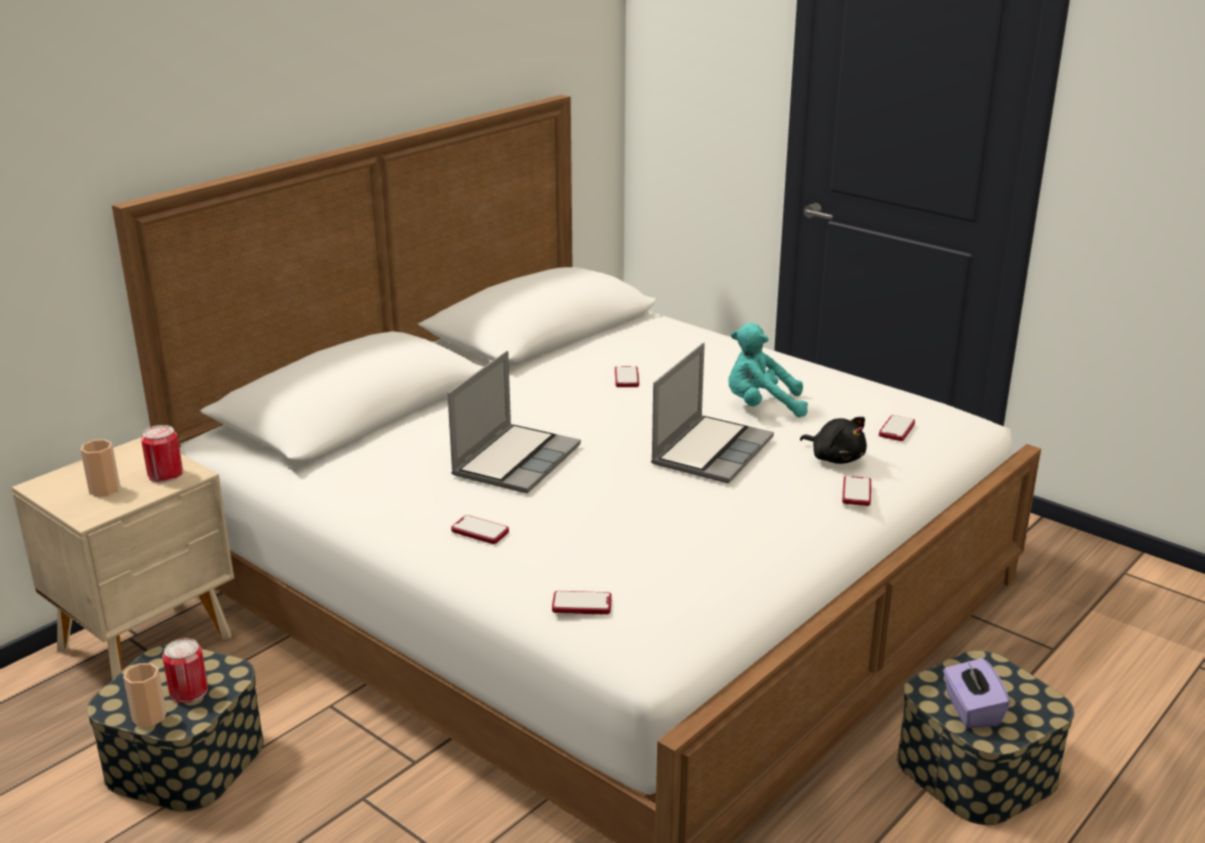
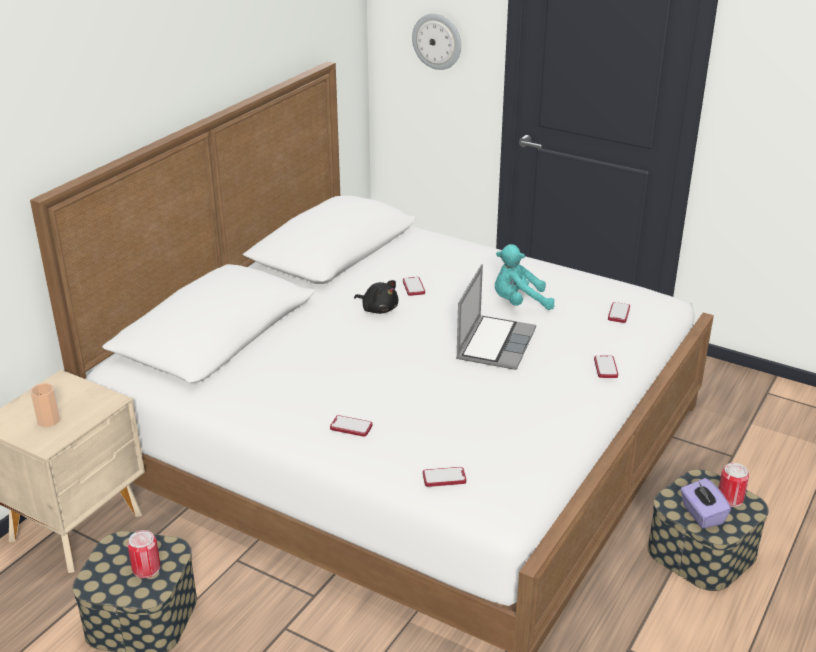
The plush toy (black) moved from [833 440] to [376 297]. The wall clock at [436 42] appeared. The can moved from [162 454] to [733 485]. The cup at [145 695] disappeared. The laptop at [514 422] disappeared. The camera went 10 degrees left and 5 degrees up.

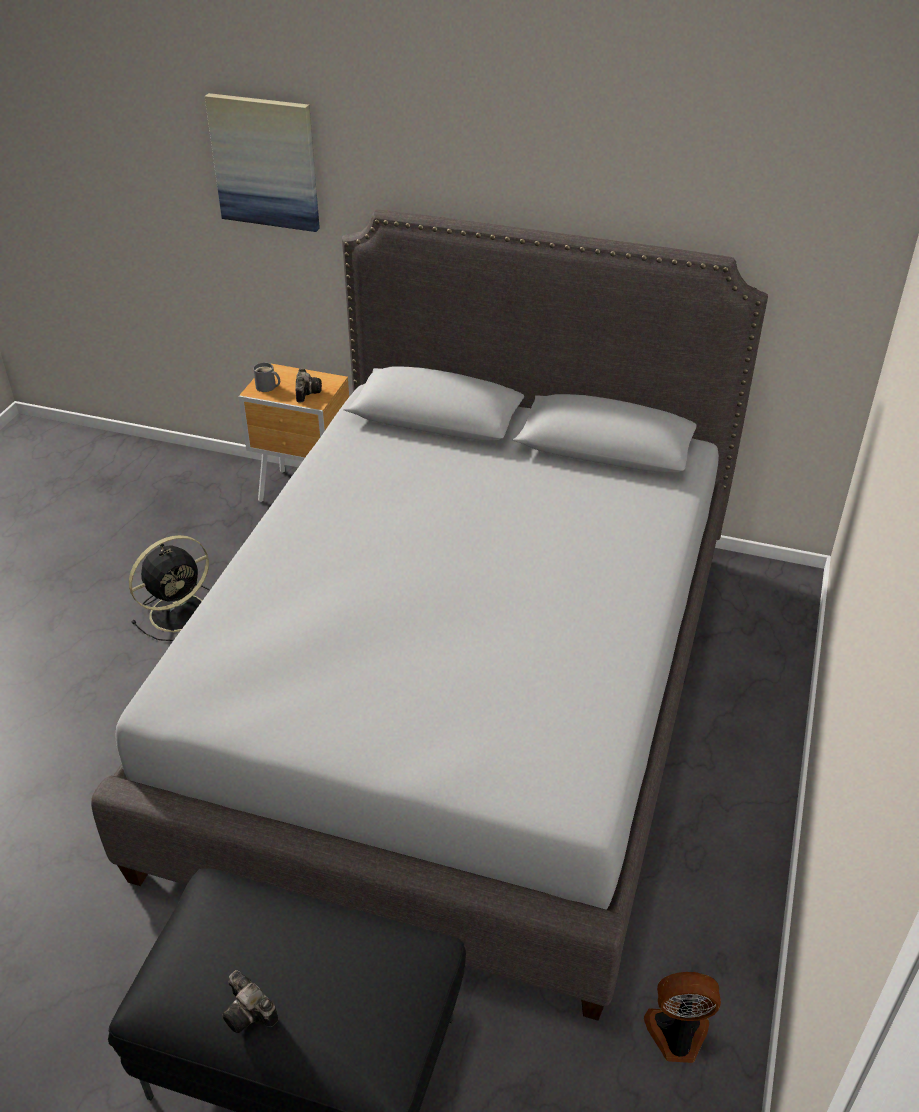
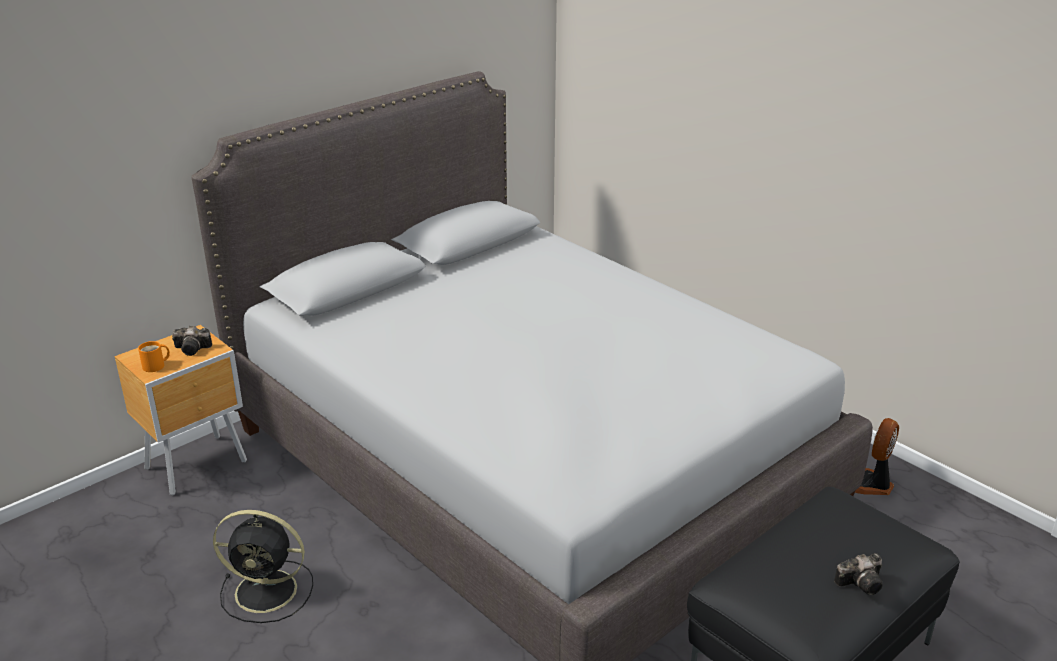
The mug (grey) at [266 377] became the mug (orange) at [154 356]. The photo camera at [308 385] turned 150 degrees clockwise. The fan (black) at [169 588] turned 105 degrees clockwise. The picture at [262 162] disappeared. The camera went 60 degrees left and 10 degrees down.

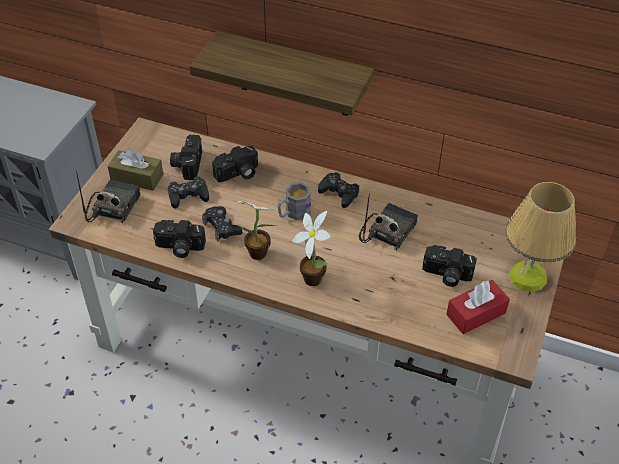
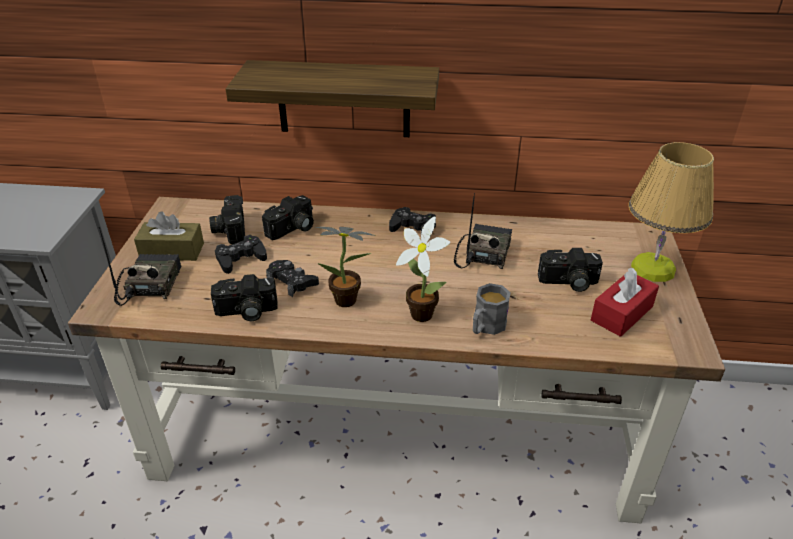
The mug (grey) moved from [294 201] to [492 309]. The camera went 15 degrees left and 10 degrees down.

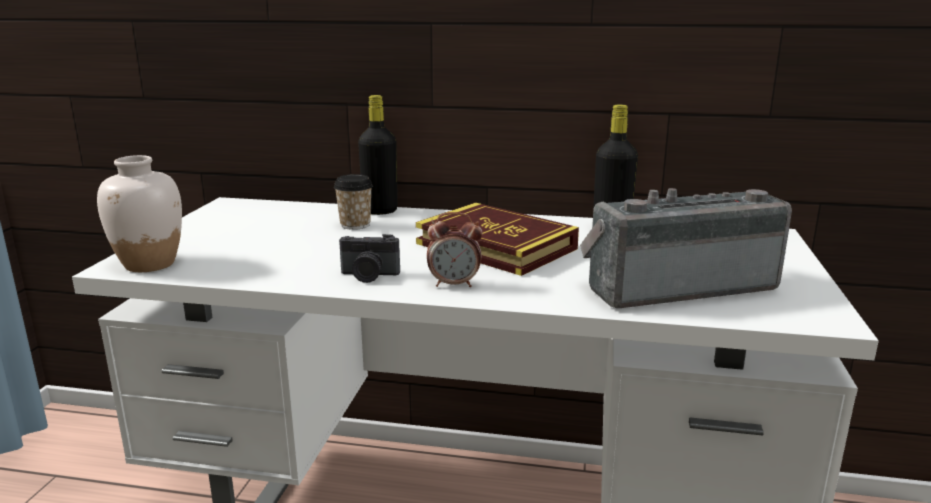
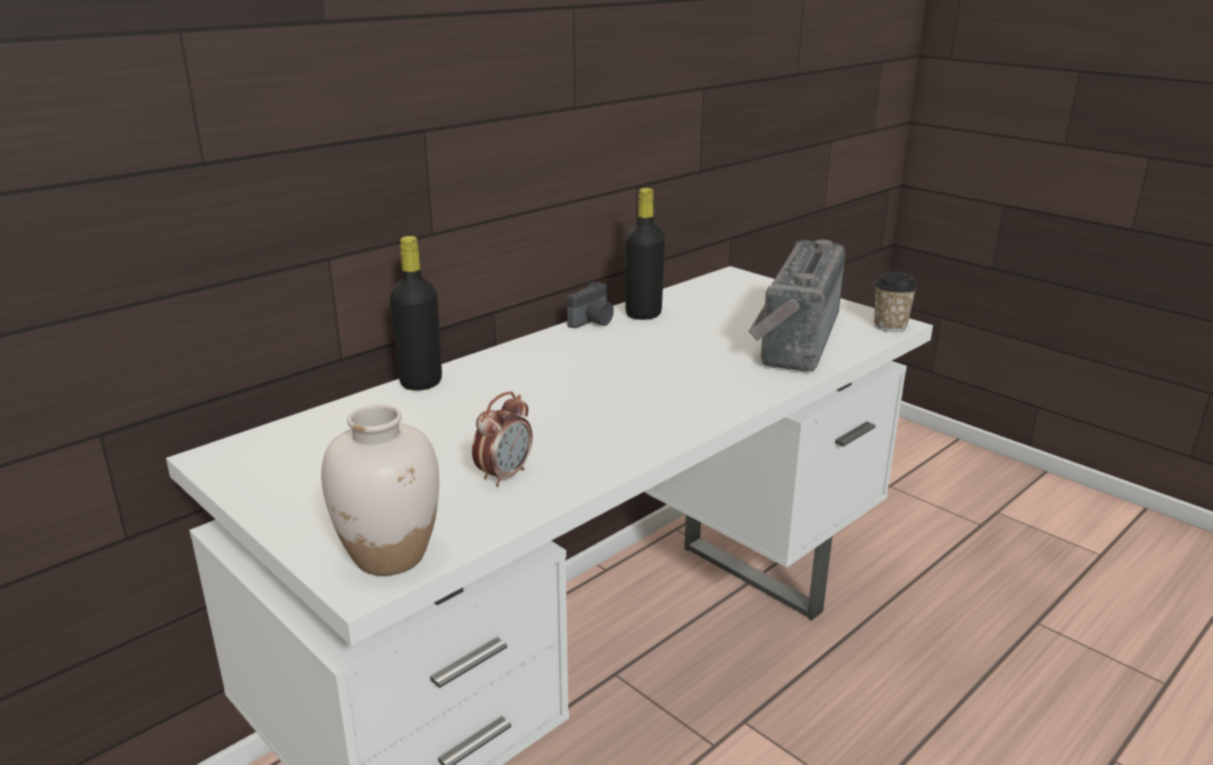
The alarm clock moved from [455 249] to [502 439]. The photo camera moved from [369 258] to [590 305]. The cup moved from [353 202] to [896 302]. The book at [497 239] disappeared. The camera went 55 degrees left and 5 degrees up.

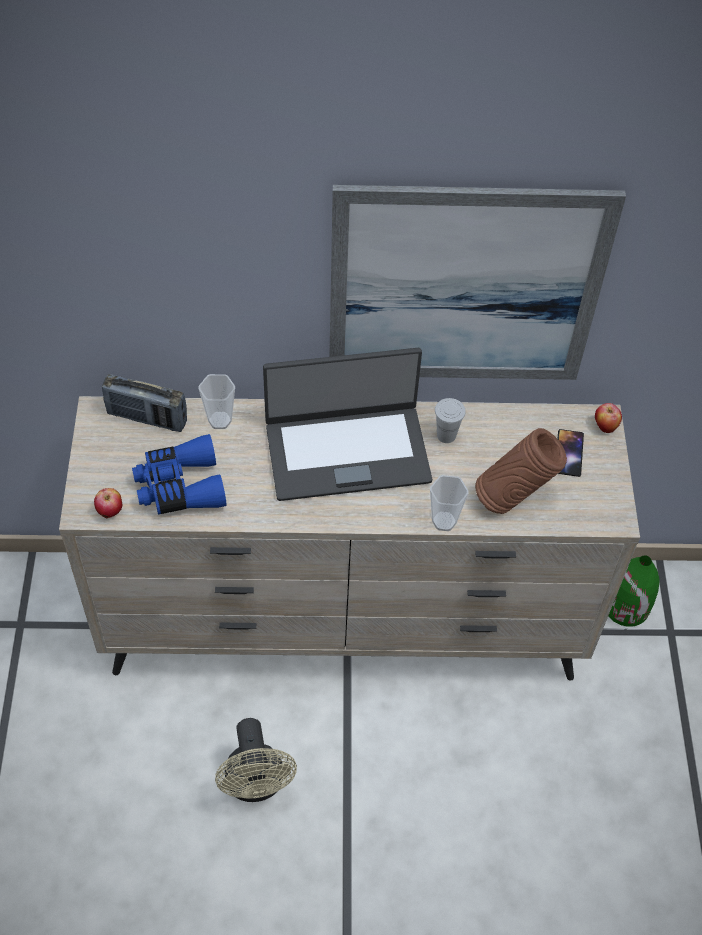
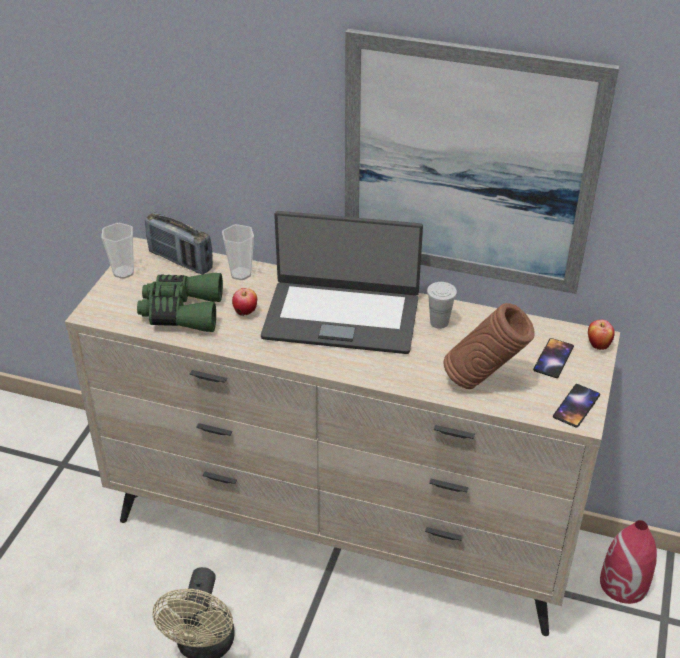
The cup moved from [449 503] to [117 251]. The binoculars (blue) at [179 474] became the binoculars (green) at [180 302]. The apple moved from [108 503] to [244 302]. The phone at [576 406] appeared. The vase (green) at [633 591] became the vase (red) at [628 562]. The camera went 20 degrees right and 15 degrees down.

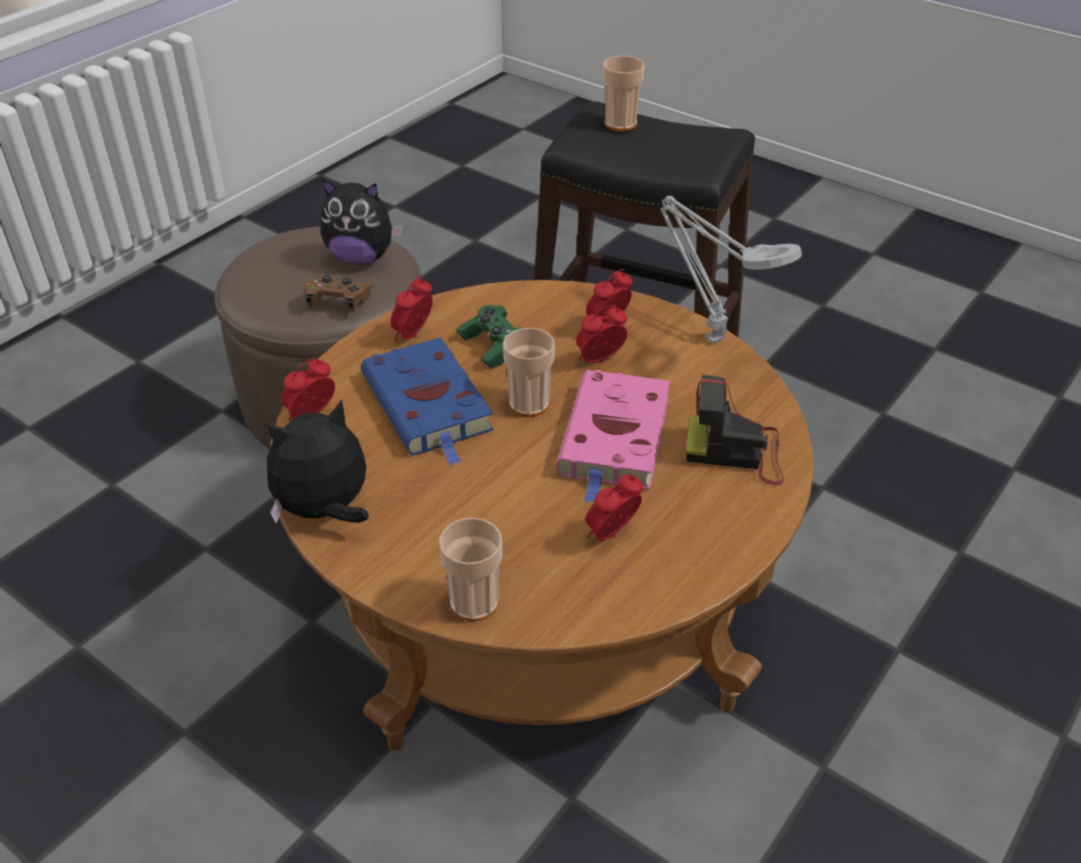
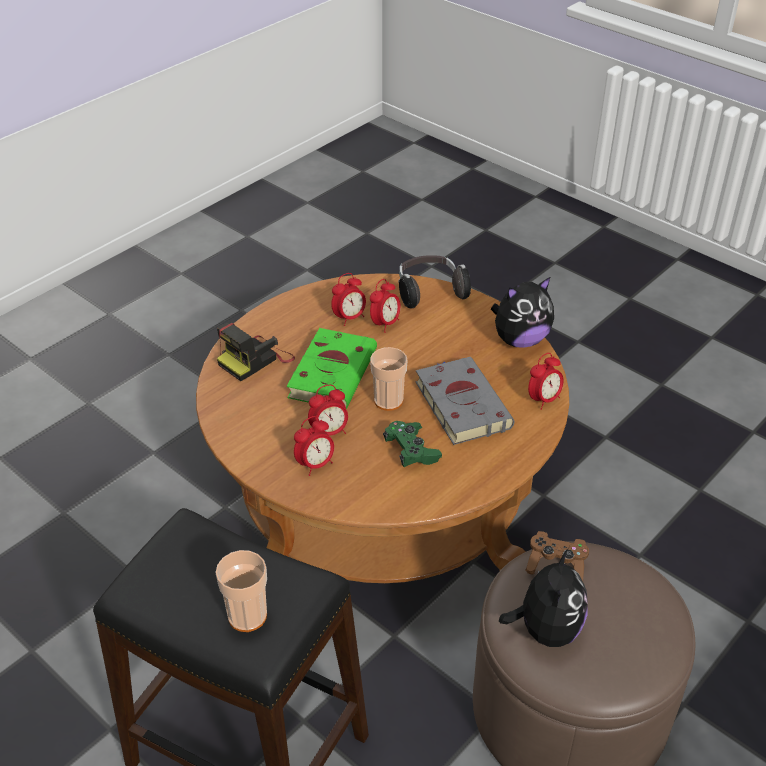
The photo camera at [735 430] turned 120 degrees clockwise. The book (pink) at [613 436] became the book (green) at [332 368]. The alarm clock moved from [411 308] to [385 306]. The cup at [470 569] was replaced by the headphones at [434 281]. The book (blue) at [427 401] became the book (grey) at [464 401]. The plush toy at [361 221] turned 90 degrees clockwise. The table lamp (grey) at [731 269] disappeared. The camera went 175 degrees left and 0 degrees up.

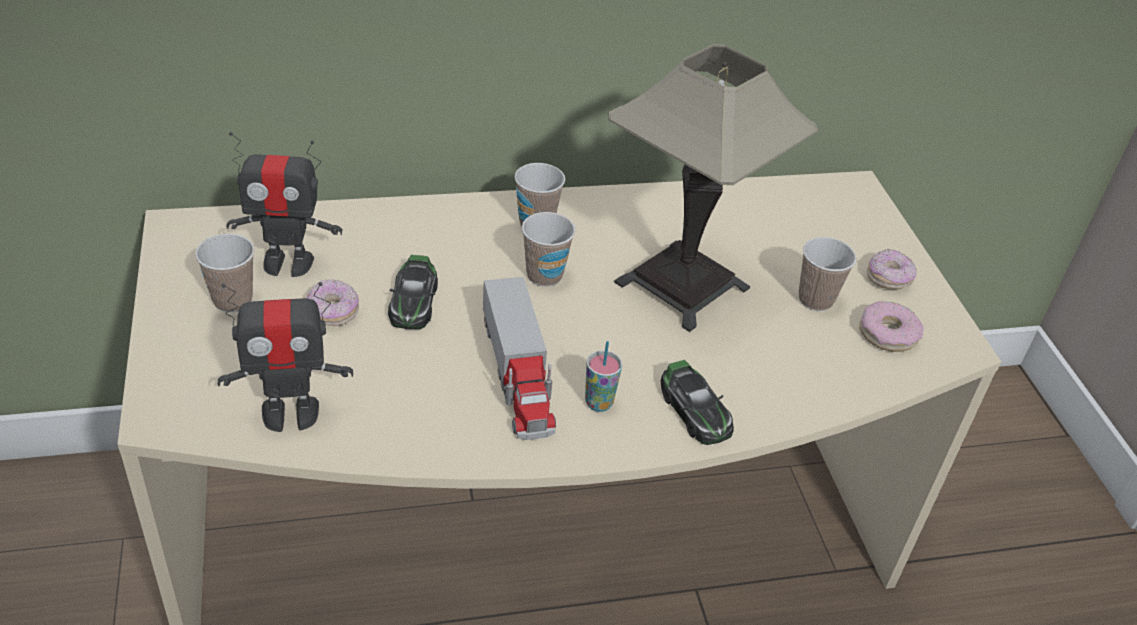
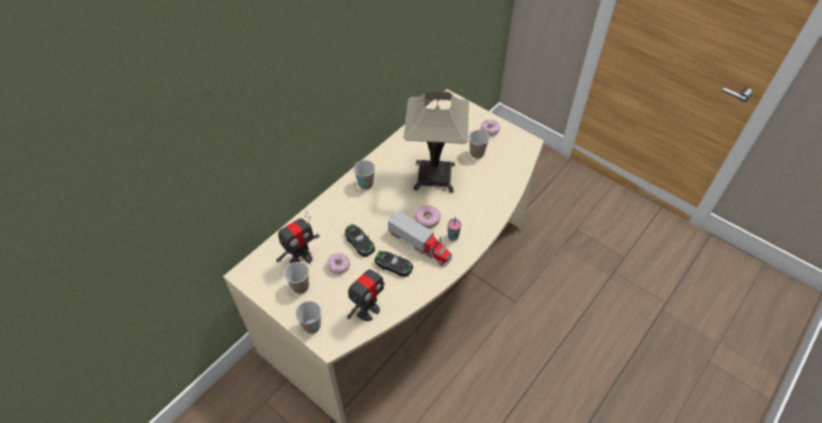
The cup moved from [548 249] to [308 317]. The toy car moved from [697 402] to [394 263]. The donut moved from [891 326] to [428 216]. The camera went 35 degrees left and 10 degrees up.

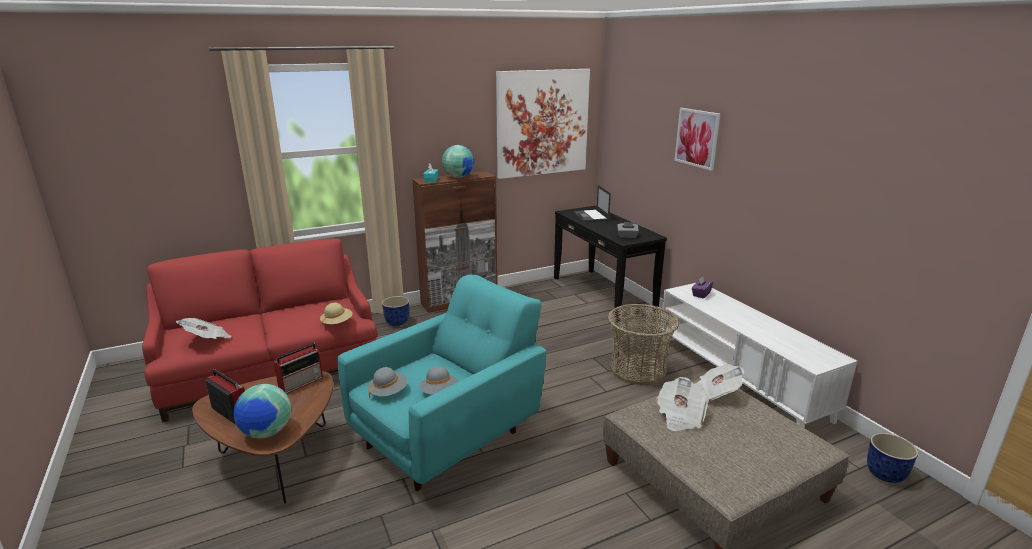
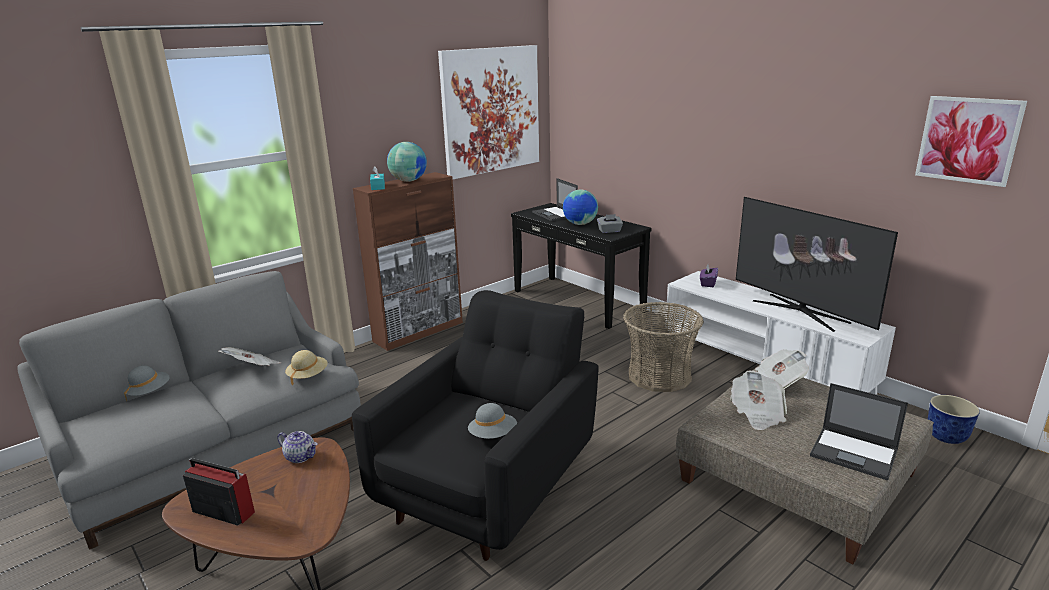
The sofa (red) at [260 330] became the sofa (grey) at [189 410]. The hat (grey) moved from [387 382] to [146 383]. The newspaper moved from [203 328] to [250 356]. The radio at [298 368] was replaced by the teapot at [297 447]. The armchair (turquoise) at [442 383] became the armchair (black) at [475 425]. The globe moved from [262 411] to [580 207]. The television at [817 264] appeared. The laptop at [859 432] appeared. The picture moved from [697 139] to [971 141]. The planter at [395 311] disappeared. The camera went 15 degrees left and 0 degrees up.

